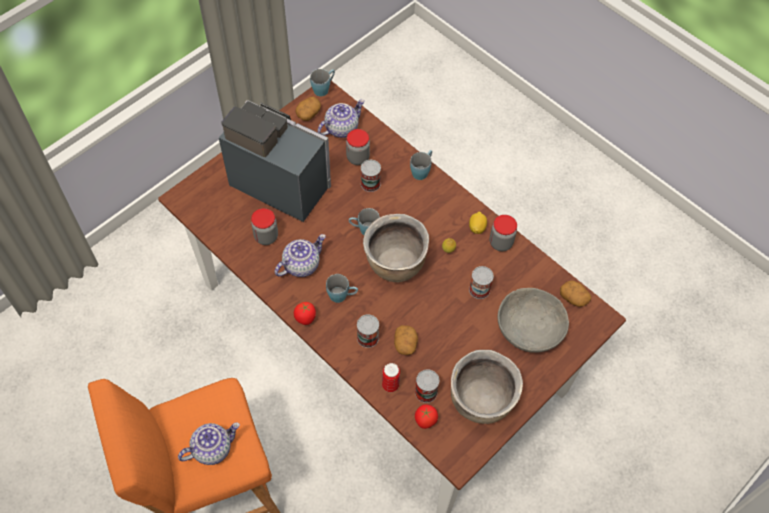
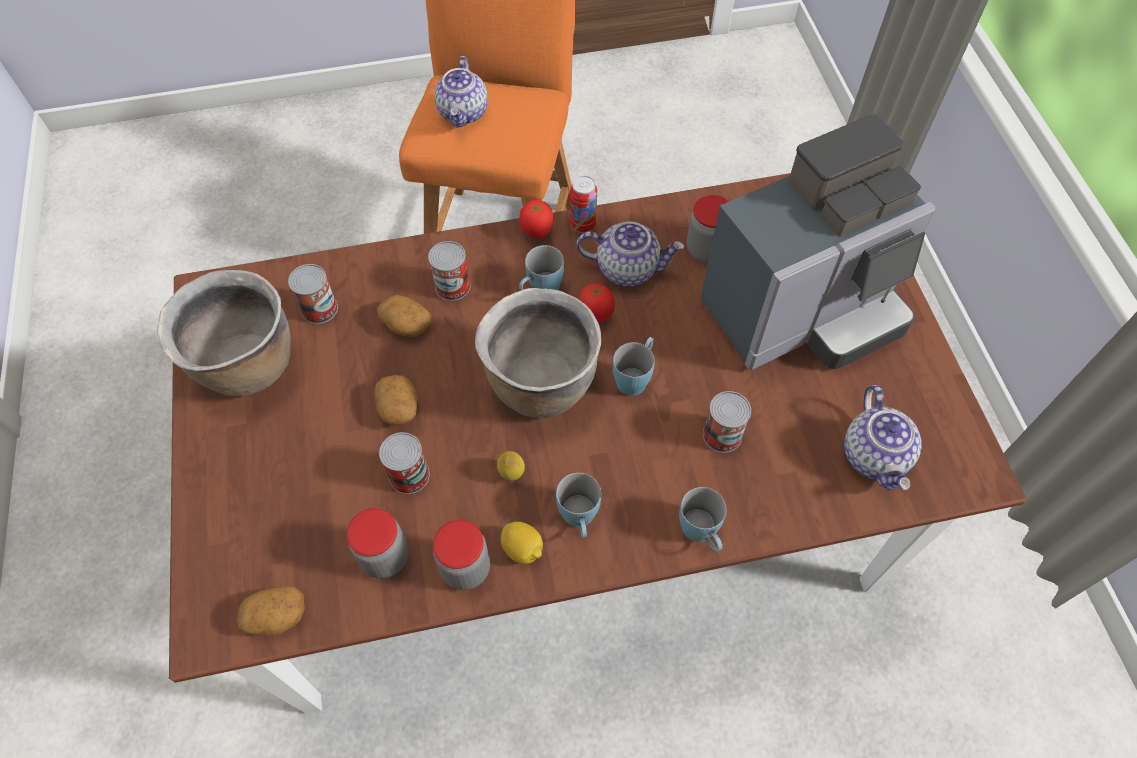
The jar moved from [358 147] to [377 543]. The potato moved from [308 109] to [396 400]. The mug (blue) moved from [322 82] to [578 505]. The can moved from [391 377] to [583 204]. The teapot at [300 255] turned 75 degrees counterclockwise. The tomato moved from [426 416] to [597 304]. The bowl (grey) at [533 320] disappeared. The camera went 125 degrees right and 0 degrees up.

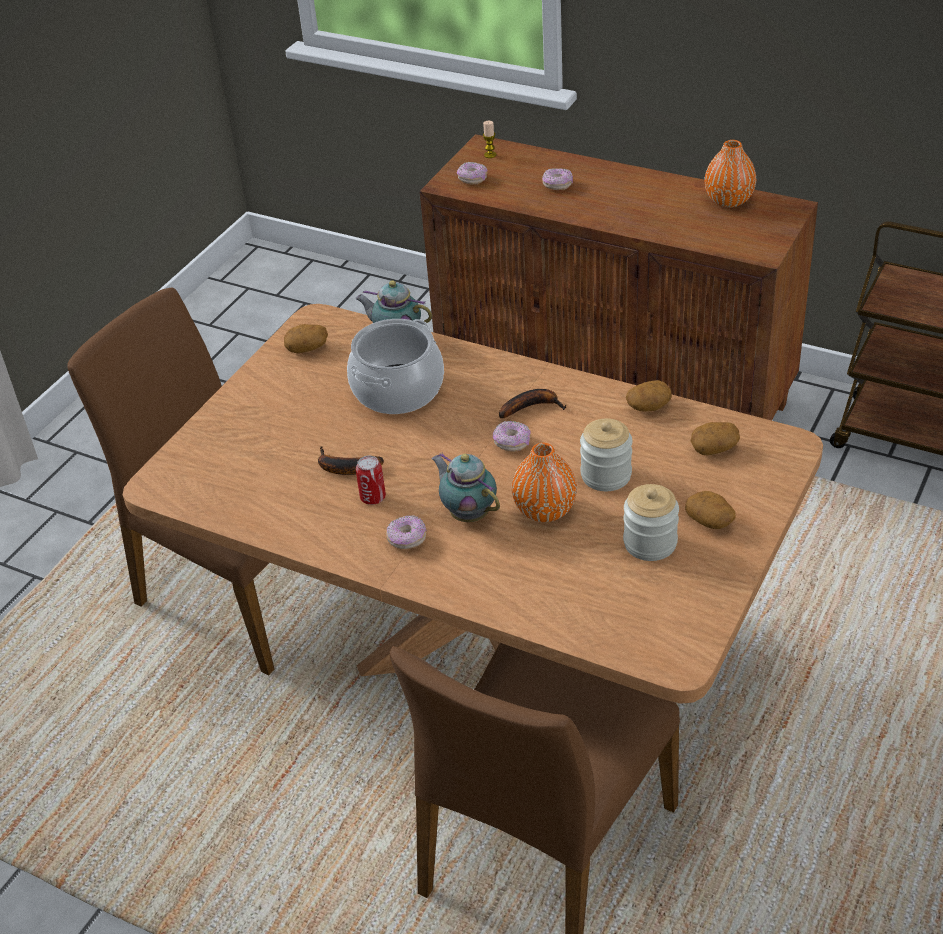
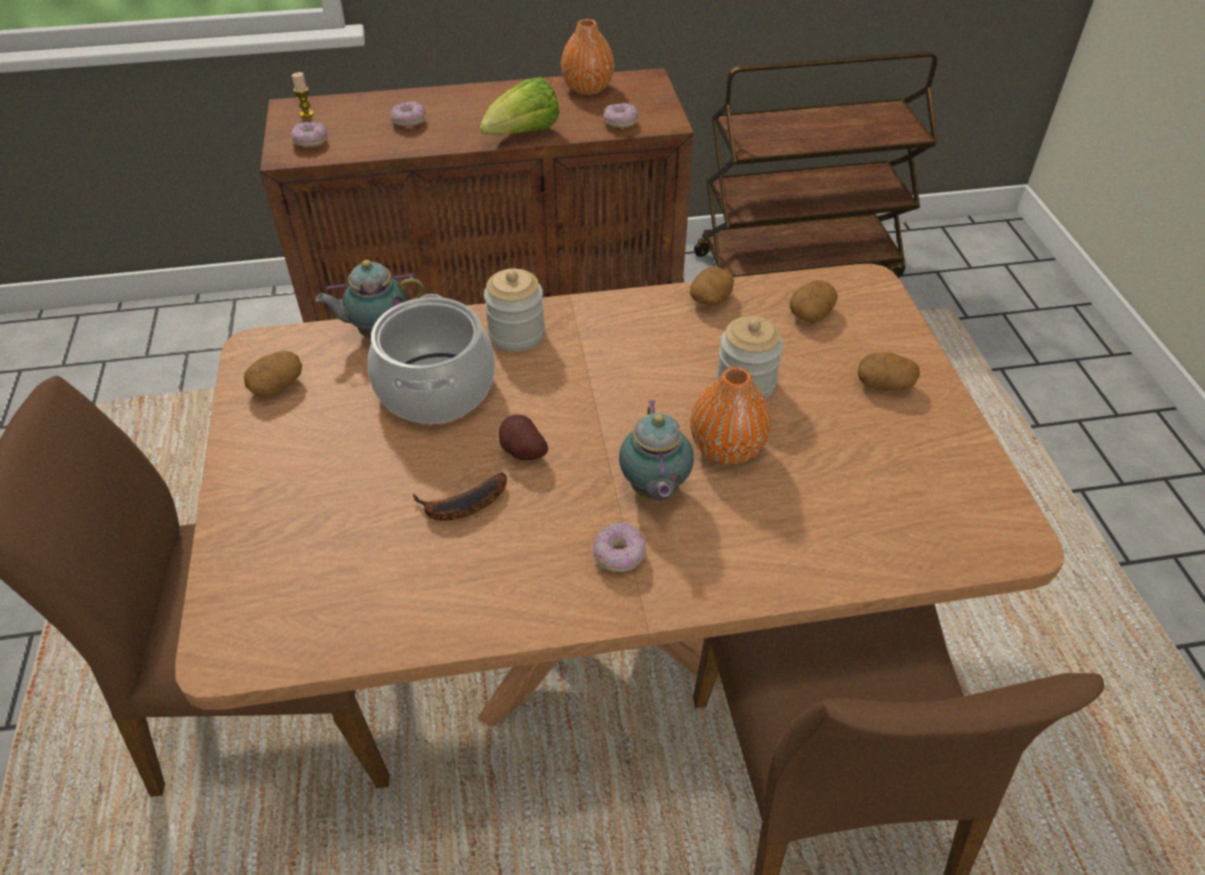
The lettuce at [520 106] appeared. The jar moved from [651 522] to [514 309]. The potato at [523 438] appeared. The donut moved from [512 436] to [620 115]. The teapot at [466 487] turned 105 degrees counterclockwise. The can at [371 480] disappeared. The banana at [532 403] disappeared. The camera went 40 degrees left and 5 degrees up.

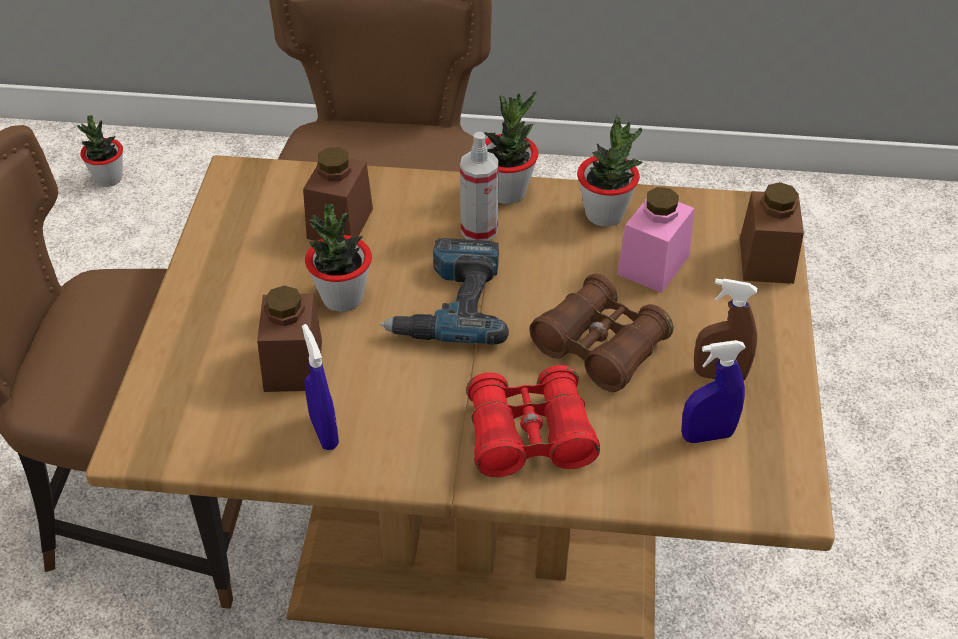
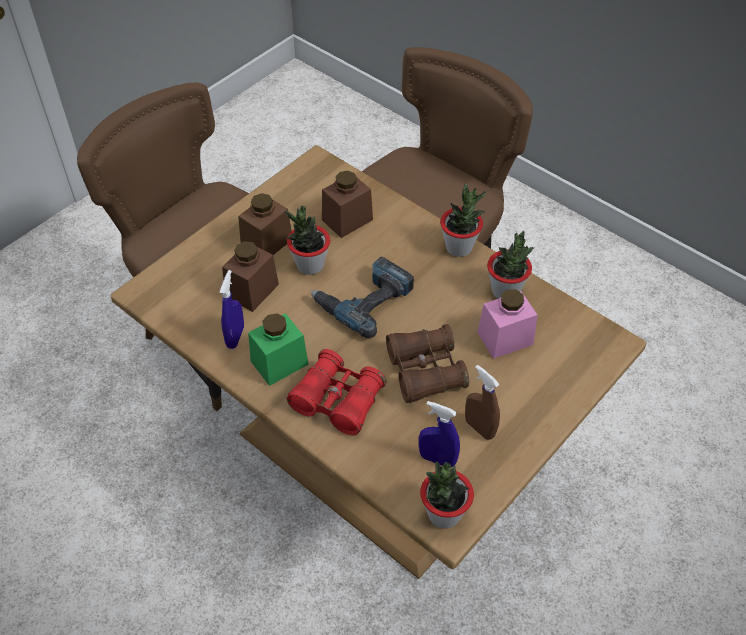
The jar (brown) moved from [772 233] to [265 224]. The jar (green) at [278 349] appeared. The potted plant moved from [100 151] to [447 495]. The spray bottle at [479 186] disappeared. The camera went 35 degrees right and 5 degrees up.

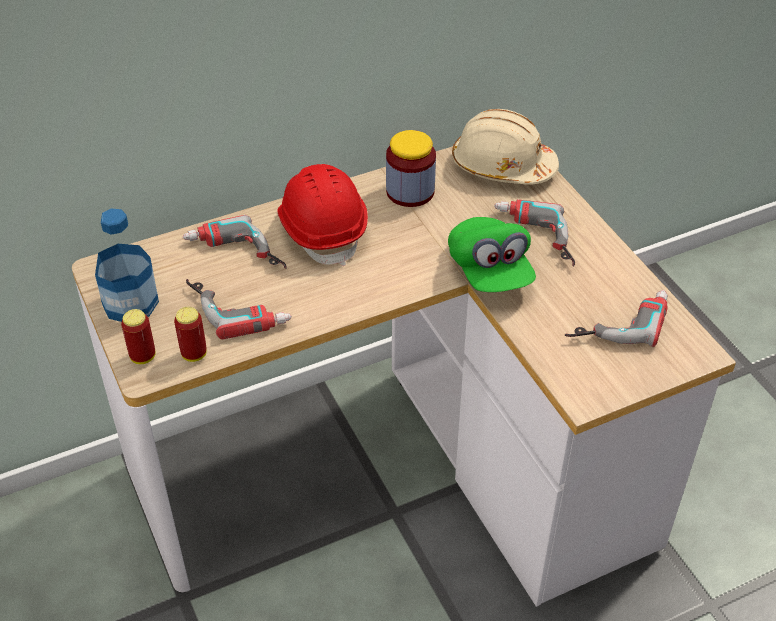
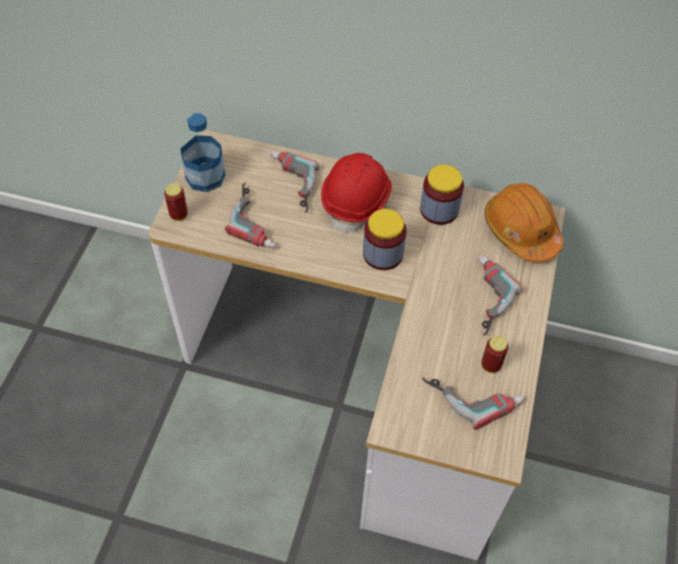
The jar at [384 239] appeared. The can moved from [190 334] to [494 354]. The hard hat (beige) at [505 147] became the hard hat (orange) at [524 222]. The cap (green) at [492 254] disappeared. The camera went 40 degrees right and 10 degrees up.

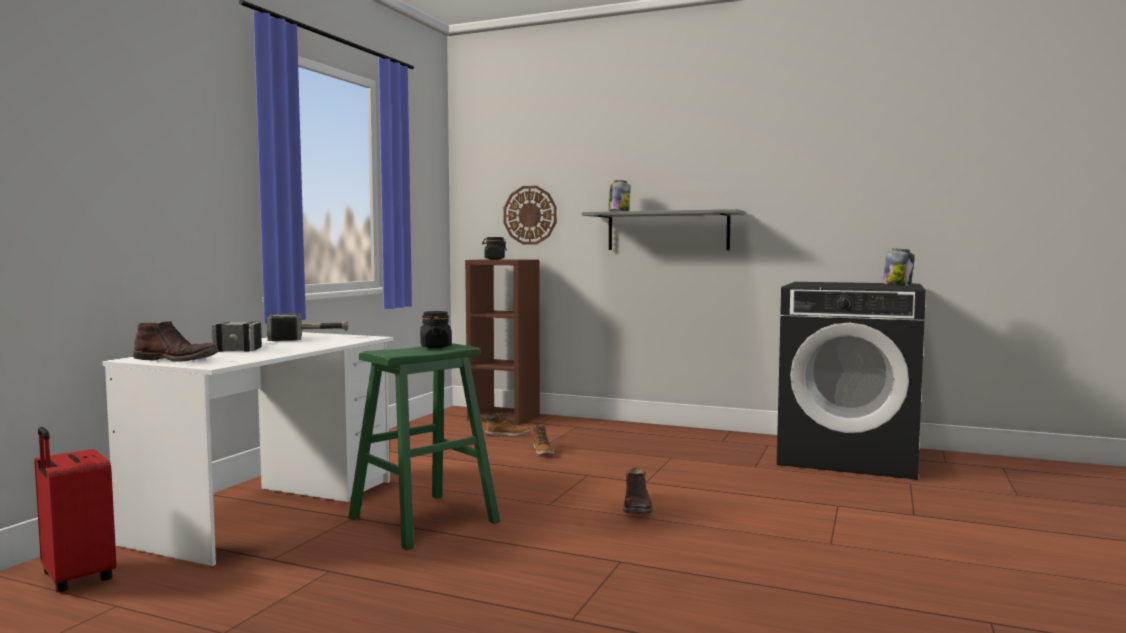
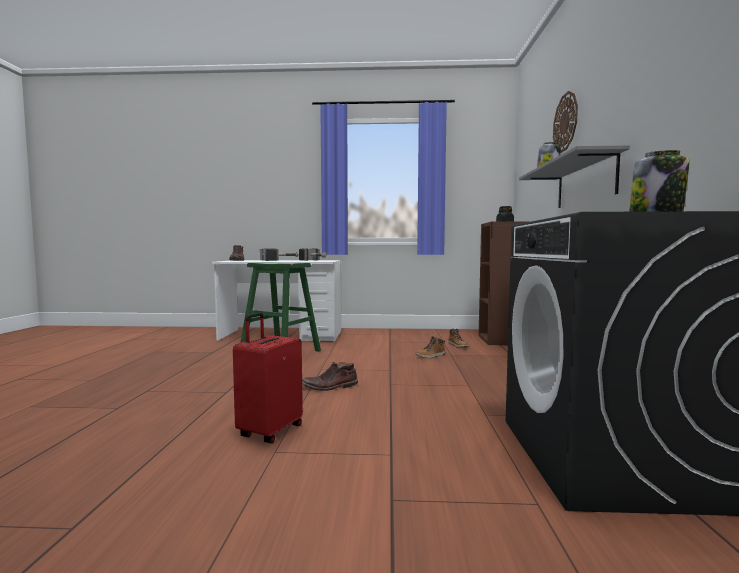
The suitcase (red) moved from [75 510] to [268 377]. The wall clock moved from [530 215] to [565 122]. The jar (black) at [436 329] disappeared. The camera went 70 degrees right and 0 degrees up.

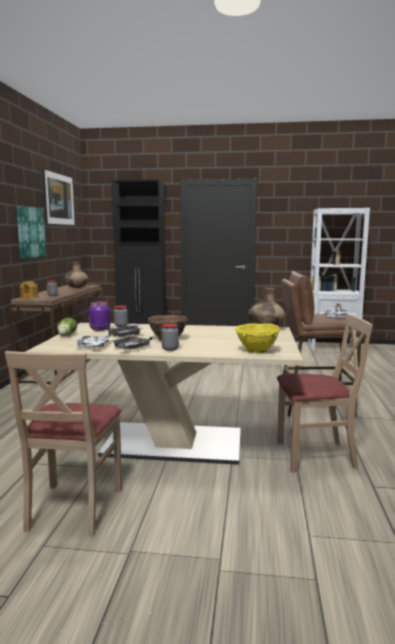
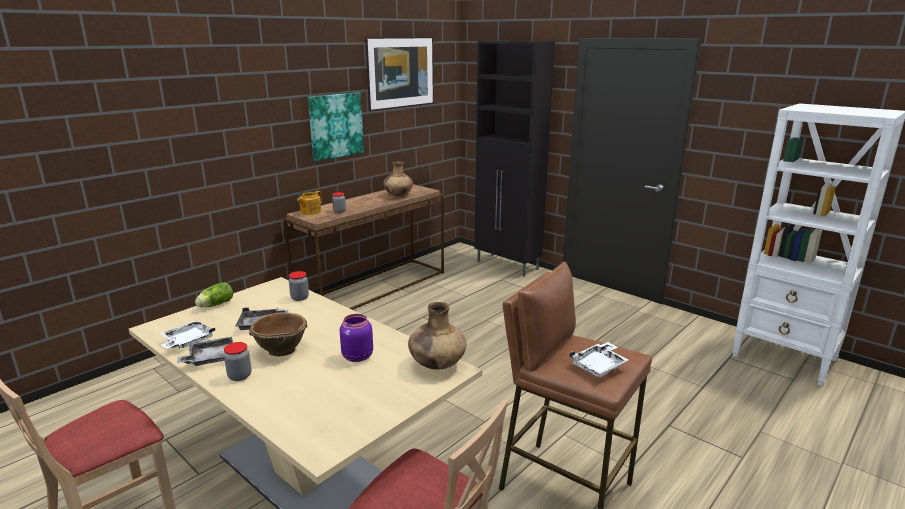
The jar (purple) moved from [99 316] to [356 338]. The bowl (yellow) at [257 338] disappeared. The camera went 35 degrees right and 10 degrees up.

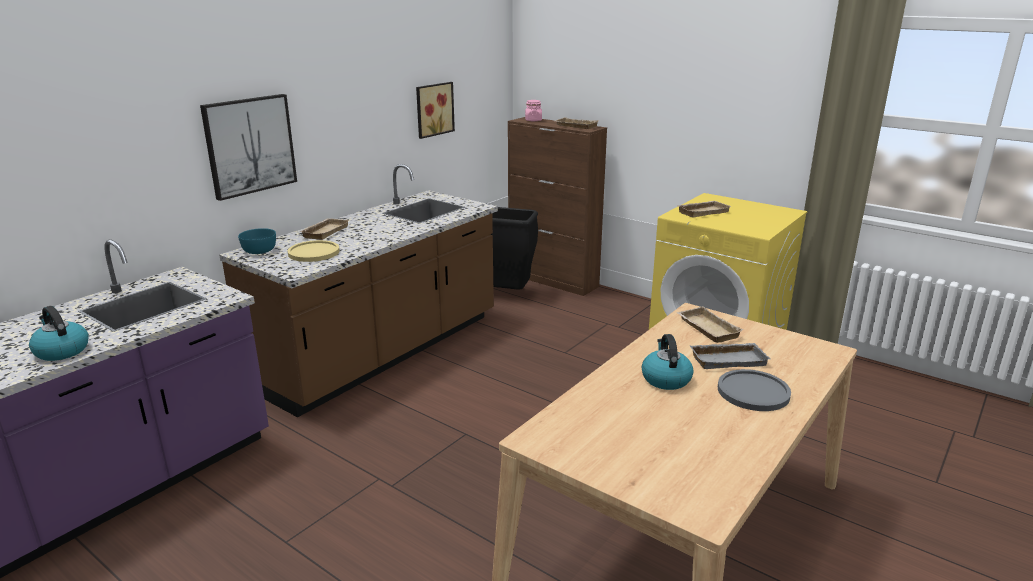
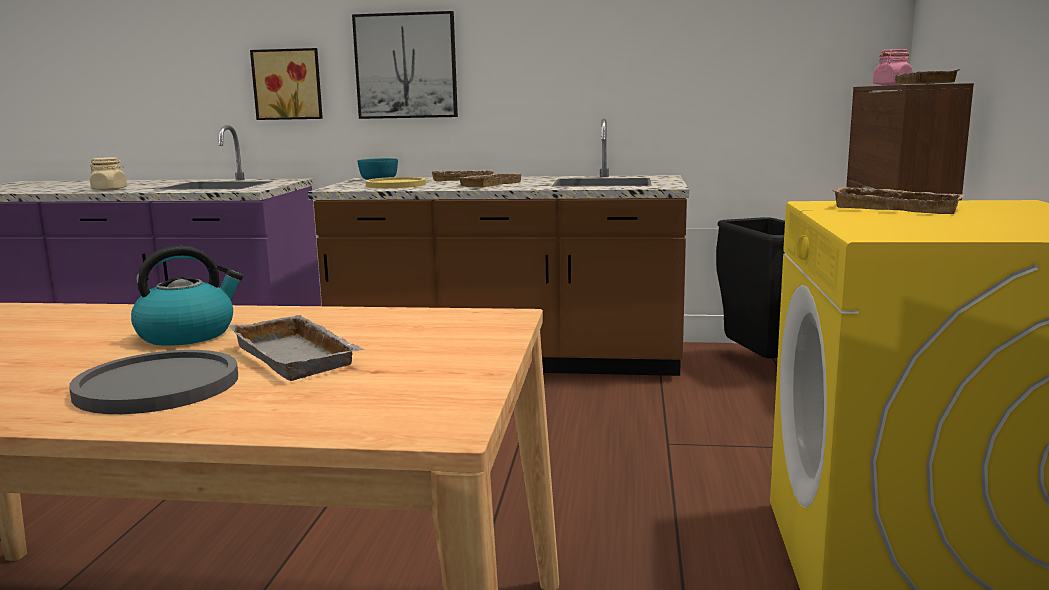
The kettle at [59 333] was replaced by the jar (beige) at [108 174]. The picture moved from [435 110] to [286 84]. The tray (beige) moved from [710 324] to [489 180]. The camera went 60 degrees right and 10 degrees down.

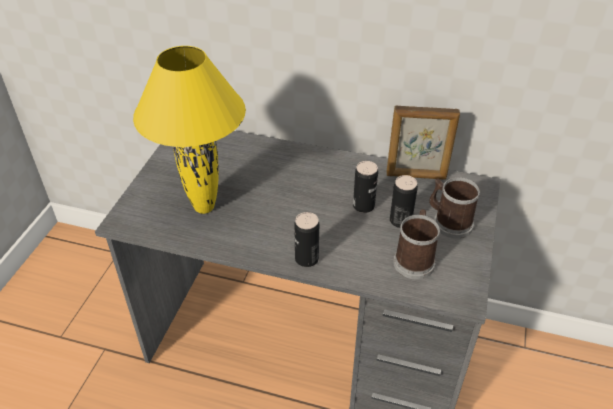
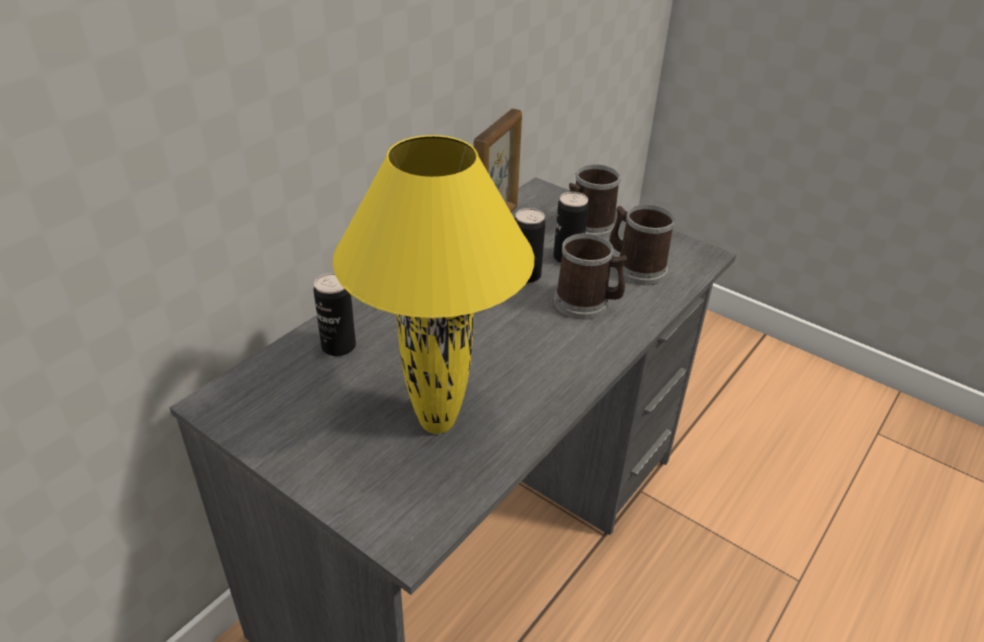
The can moved from [306 239] to [335 314]. The mug at [590 276] appeared. The camera went 70 degrees left and 5 degrees down.

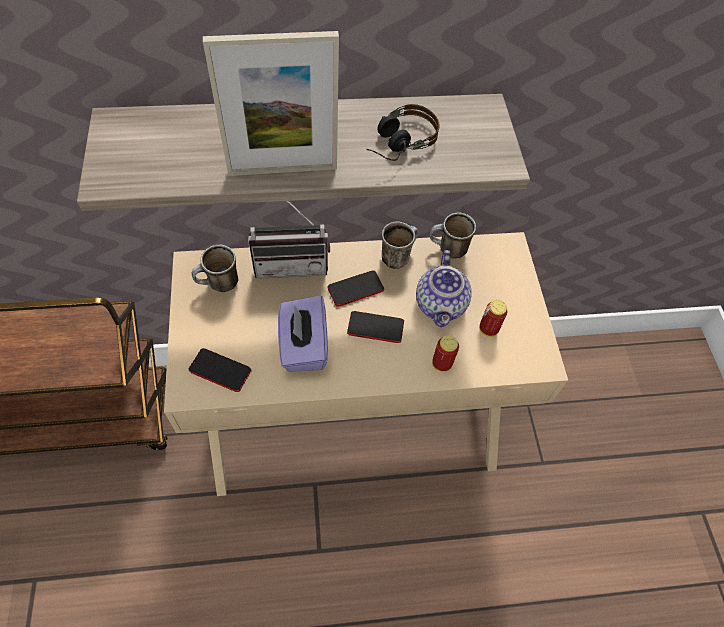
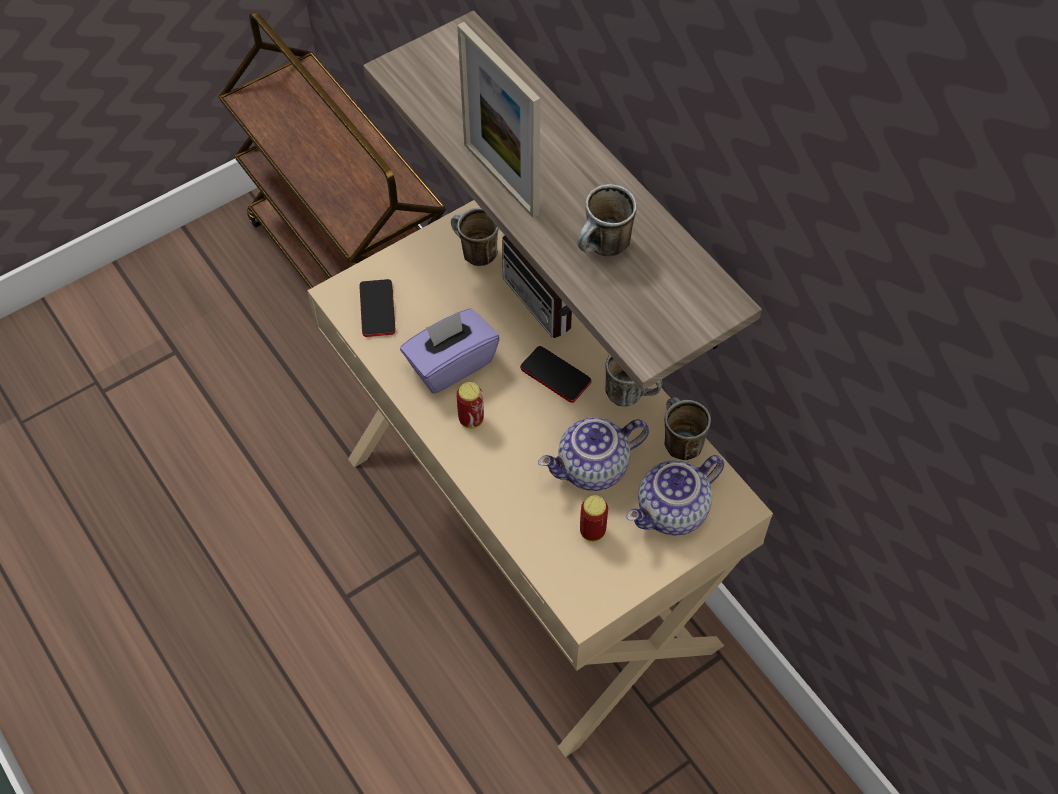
The can moved from [445 353] to [470 405]. The headphones at [403 132] was replaced by the mug at [607 220]. The teapot at [675 495] appeared. The phone at [375 327] disappeared. The camera went 65 degrees right and 0 degrees up.

